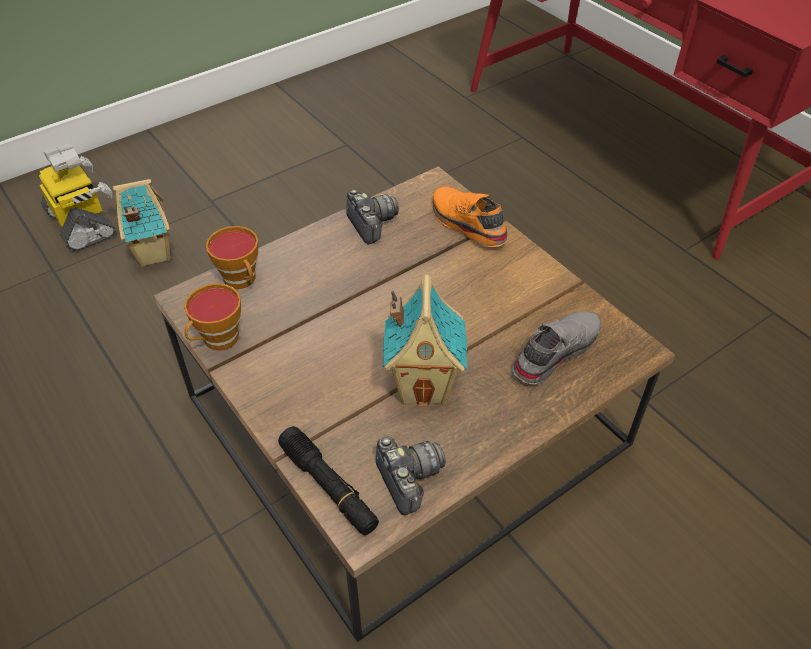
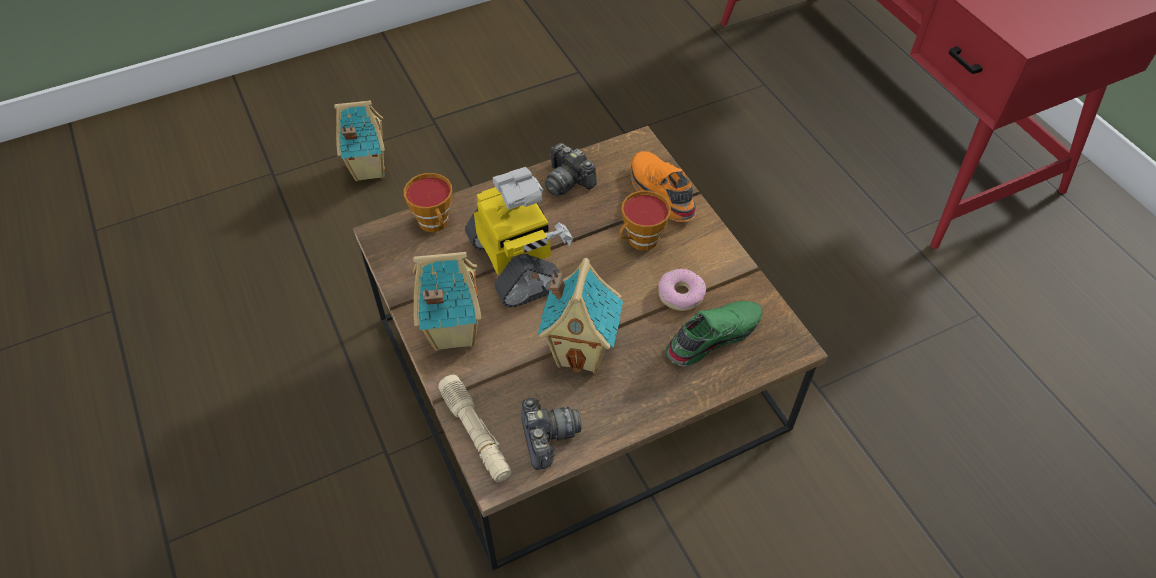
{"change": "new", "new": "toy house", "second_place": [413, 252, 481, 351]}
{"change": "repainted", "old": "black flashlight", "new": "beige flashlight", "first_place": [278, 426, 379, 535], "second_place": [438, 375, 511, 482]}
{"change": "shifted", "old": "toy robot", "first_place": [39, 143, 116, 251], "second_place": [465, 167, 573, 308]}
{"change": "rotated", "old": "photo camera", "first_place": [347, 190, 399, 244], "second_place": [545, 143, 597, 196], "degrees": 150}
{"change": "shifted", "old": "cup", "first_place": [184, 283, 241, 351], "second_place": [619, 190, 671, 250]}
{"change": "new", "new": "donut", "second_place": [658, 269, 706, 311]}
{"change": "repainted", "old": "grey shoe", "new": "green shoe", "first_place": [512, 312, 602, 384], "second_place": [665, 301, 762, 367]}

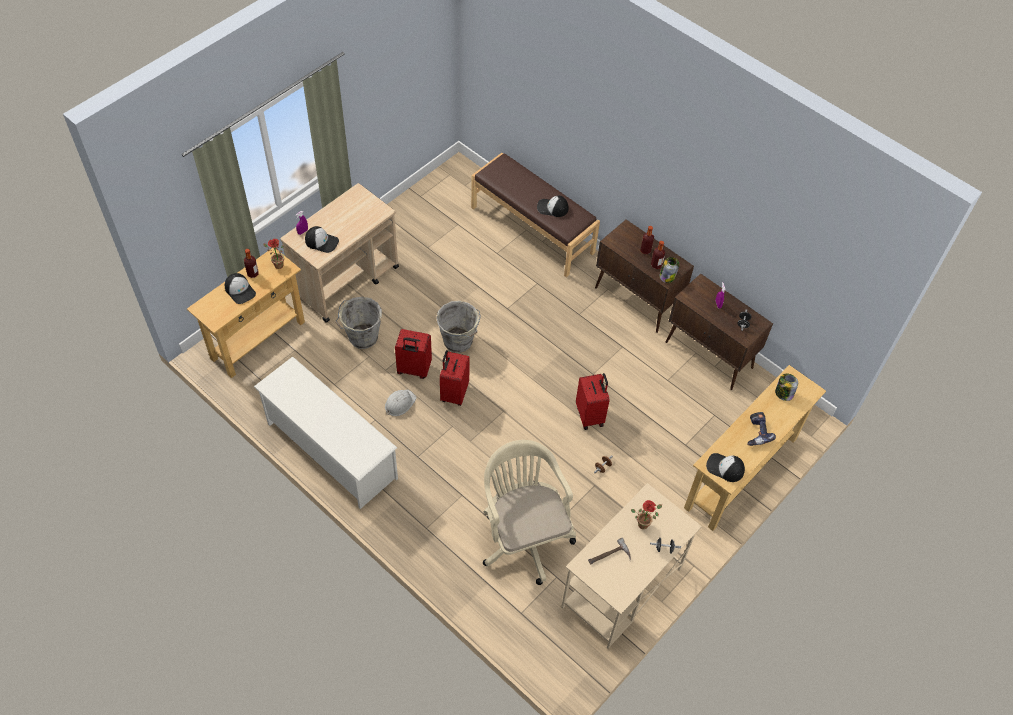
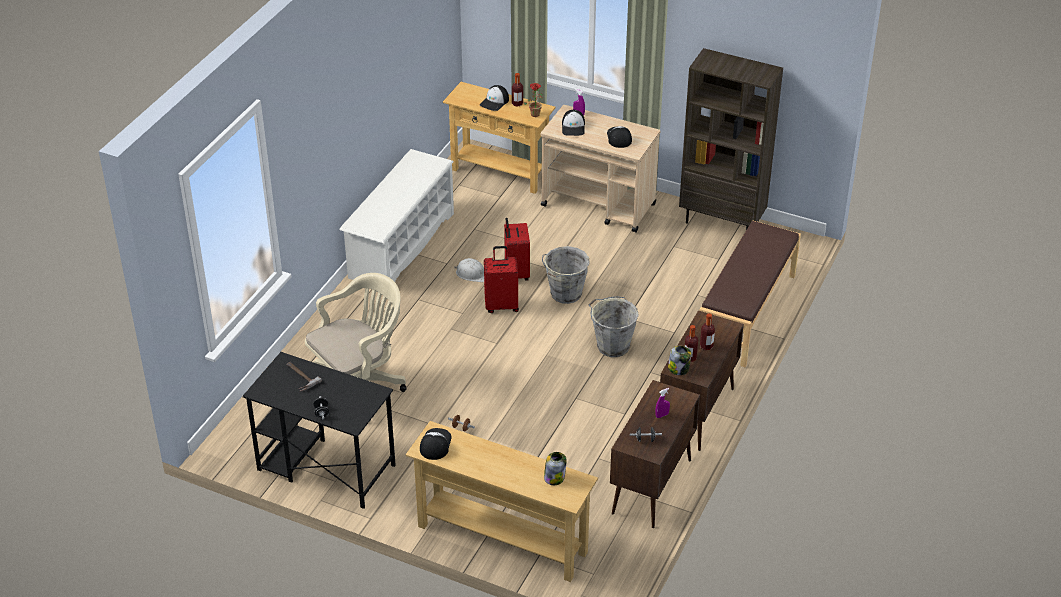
{"change": "repainted", "old": "beige desk", "new": "black desk", "first_place": [561, 483, 702, 649], "second_place": [243, 352, 396, 509]}
{"change": "shifted", "old": "grey bucket", "first_place": [336, 297, 382, 349], "second_place": [589, 296, 639, 357]}
{"change": "shifted", "old": "cap", "first_place": [537, 196, 569, 217], "second_place": [607, 126, 632, 148]}
{"change": "new", "new": "brown bookcase", "second_place": [679, 48, 783, 230]}
{"change": "gone", "old": "red suitcase", "first_place": [576, 373, 610, 430]}
{"change": "gone", "old": "potted plant", "first_place": [631, 500, 662, 529]}
{"change": "gone", "old": "power drill", "first_place": [747, 412, 776, 446]}

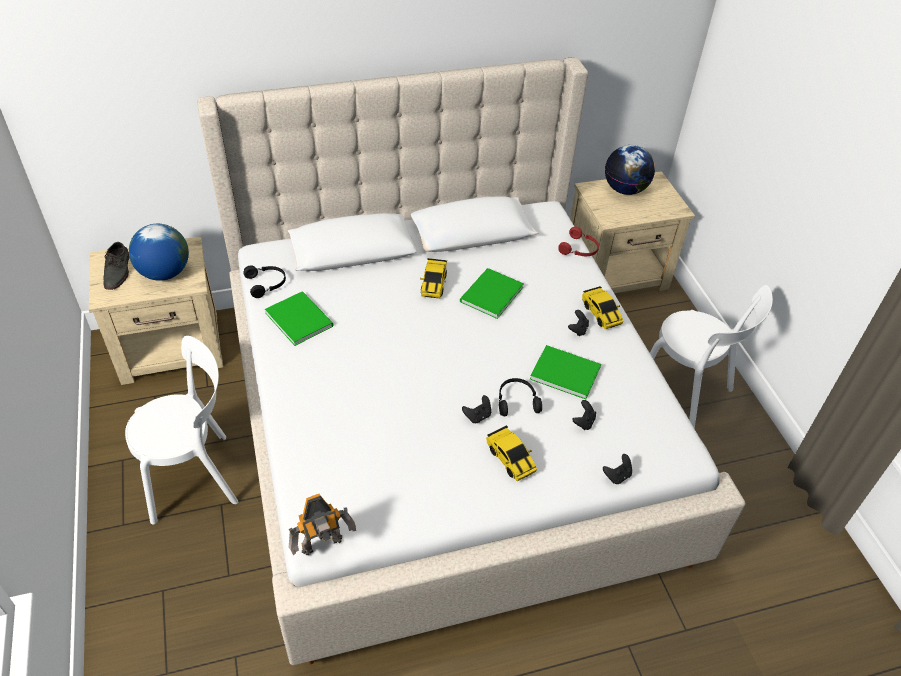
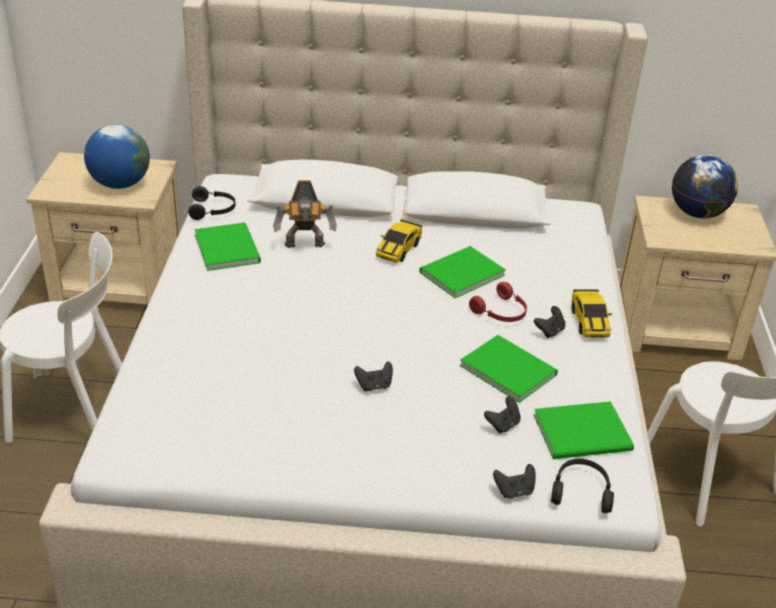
{"change": "shifted", "old": "toy robot", "first_place": [289, 494, 356, 555], "second_place": [273, 180, 337, 248]}
{"change": "shifted", "old": "red headphones", "first_place": [558, 226, 599, 256], "second_place": [469, 282, 527, 322]}
{"change": "new", "new": "green book", "second_place": [534, 401, 634, 459]}
{"change": "shifted", "old": "black headphones", "first_place": [499, 378, 542, 416], "second_place": [551, 459, 614, 513]}
{"change": "gone", "old": "grey shoe", "first_place": [104, 242, 129, 290]}
{"change": "gone", "old": "toy car", "first_place": [486, 425, 537, 481]}

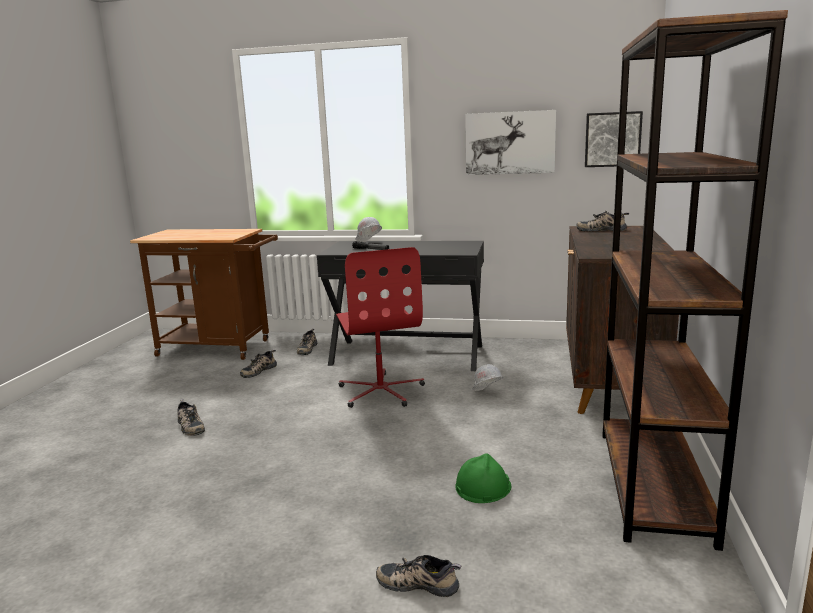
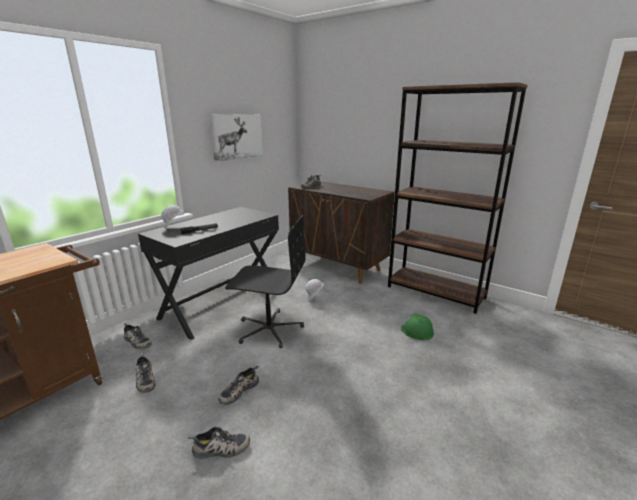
{"change": "shifted", "old": "shoe", "first_place": [376, 555, 461, 597], "second_place": [218, 365, 259, 405]}
{"change": "repainted", "old": "red office chair", "new": "black office chair", "first_place": [336, 247, 425, 408], "second_place": [225, 215, 305, 348]}
{"change": "gone", "old": "picture", "first_place": [585, 111, 643, 167]}

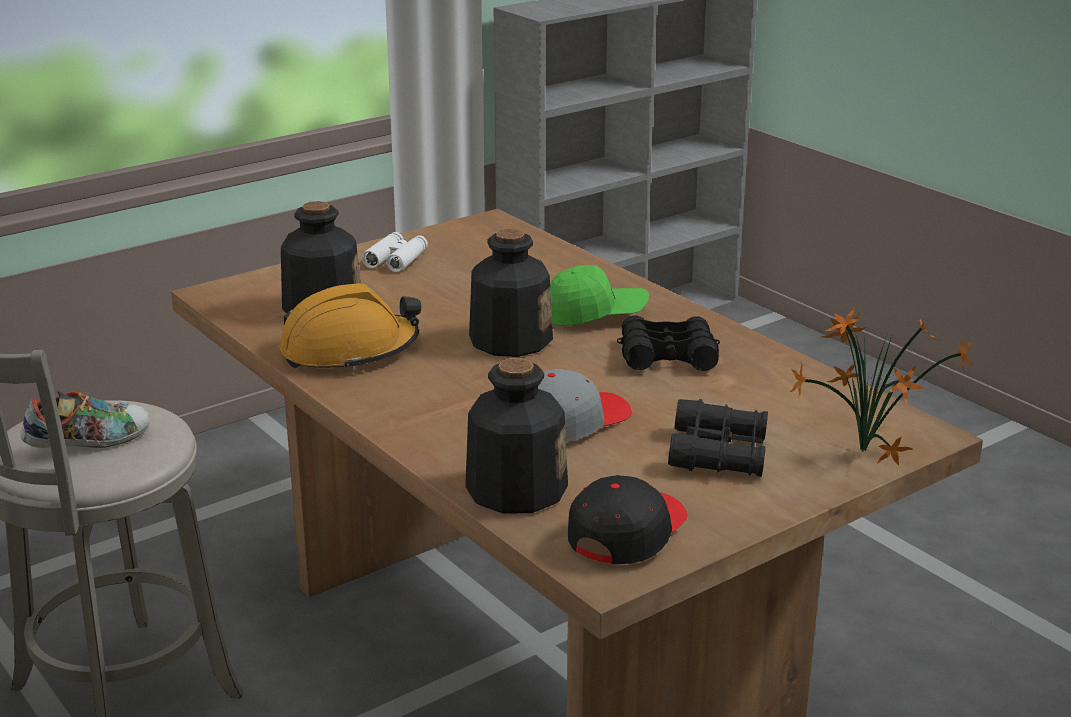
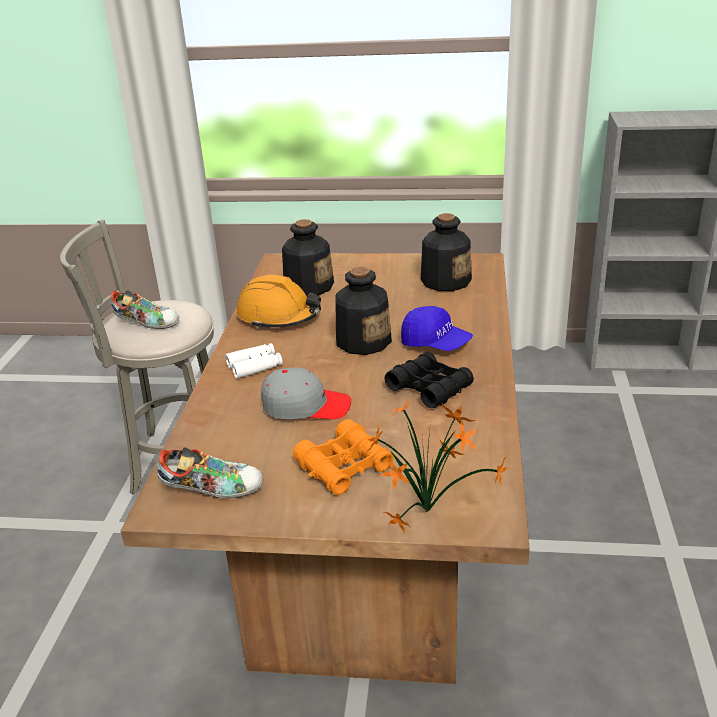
{"change": "swapped", "old": "black cap", "new": "shoe", "first_place": [568, 475, 687, 564], "second_place": [157, 447, 263, 498]}
{"change": "shifted", "old": "white binoculars", "first_place": [362, 232, 428, 272], "second_place": [225, 343, 283, 378]}
{"change": "repainted", "old": "black binoculars", "new": "orange binoculars", "first_place": [668, 399, 768, 477], "second_place": [293, 419, 394, 495]}
{"change": "repainted", "old": "green cap", "new": "blue cap", "first_place": [550, 265, 649, 326], "second_place": [401, 306, 473, 351]}
{"change": "shifted", "old": "bottle", "first_place": [465, 358, 568, 514], "second_place": [421, 213, 472, 291]}

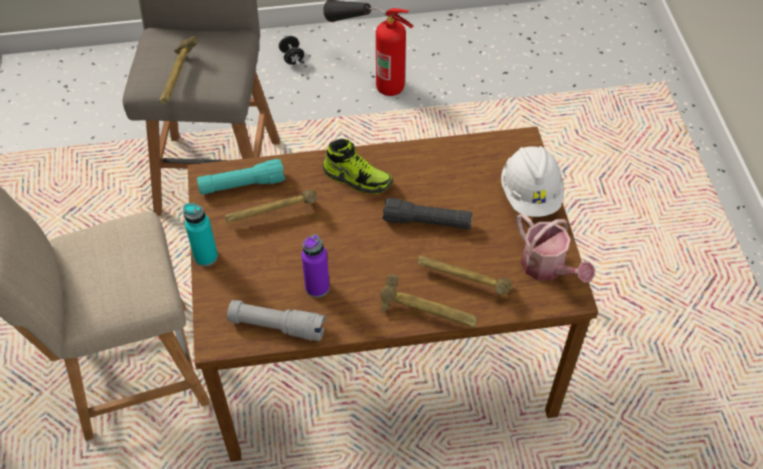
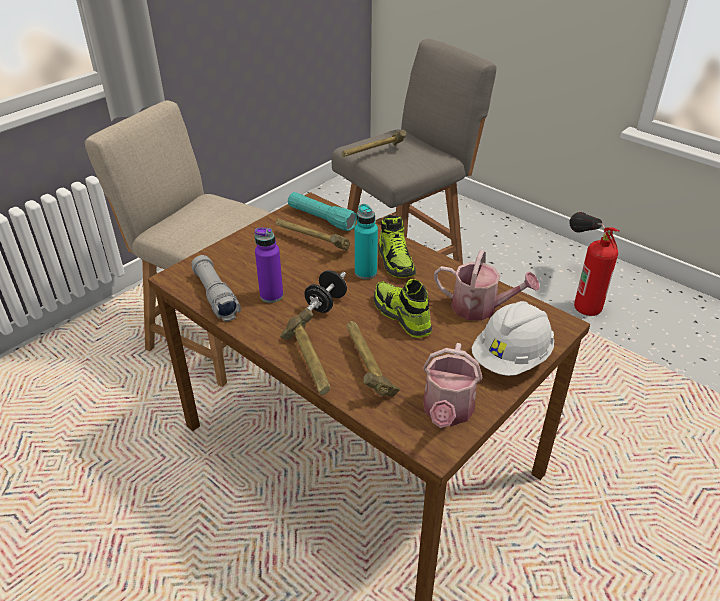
{"change": "shifted", "old": "black dumbbell", "first_place": [279, 34, 304, 66], "second_place": [304, 270, 347, 313]}
{"change": "shifted", "old": "turquoise bottle", "first_place": [183, 203, 218, 266], "second_place": [355, 204, 378, 279]}
{"change": "swapped", "old": "black flashlight", "new": "shoe", "first_place": [382, 198, 472, 229], "second_place": [374, 279, 432, 338]}
{"change": "new", "new": "watering can", "second_place": [434, 250, 540, 321]}

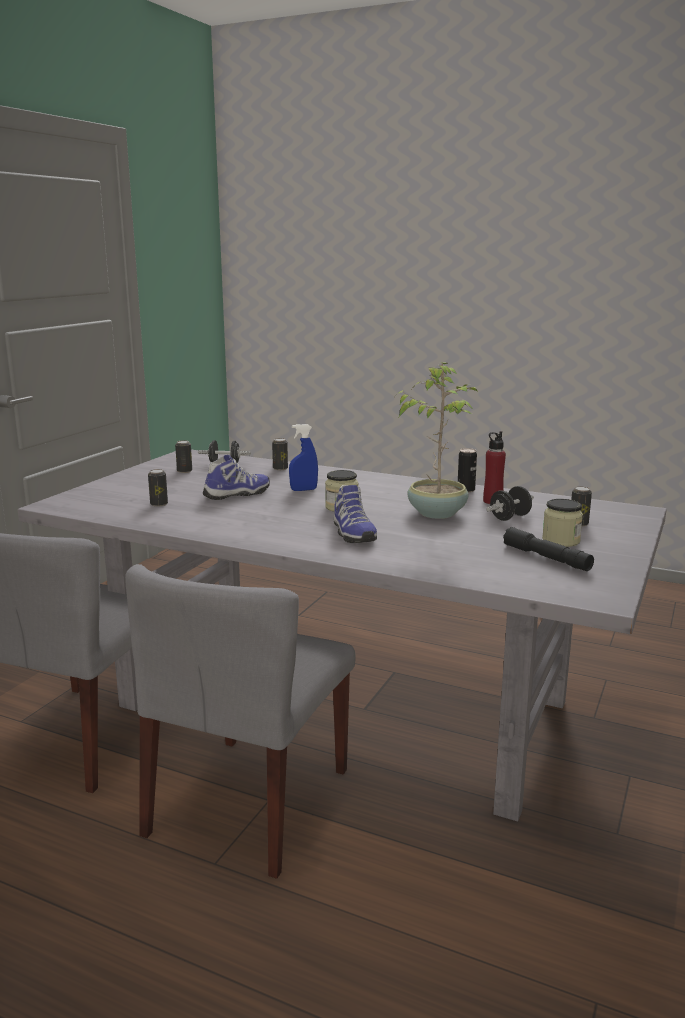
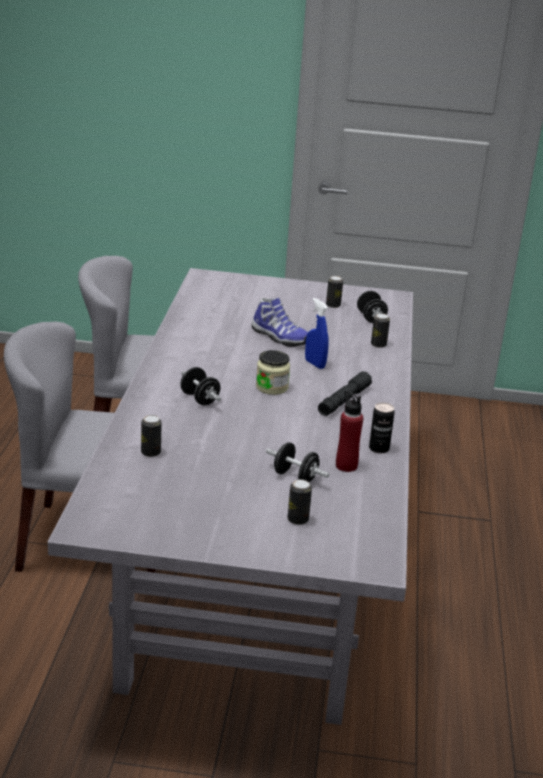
{"change": "shifted", "old": "can", "first_place": [148, 469, 168, 507], "second_place": [141, 415, 162, 457]}
{"change": "swapped", "old": "shoe", "new": "black dumbbell", "first_place": [334, 485, 377, 543], "second_place": [180, 367, 221, 405]}
{"change": "shifted", "old": "black flashlight", "first_place": [503, 527, 594, 571], "second_place": [318, 371, 372, 416]}
{"change": "gone", "old": "potted plant", "first_place": [396, 362, 478, 519]}
{"change": "gone", "old": "jar", "first_place": [542, 499, 583, 547]}

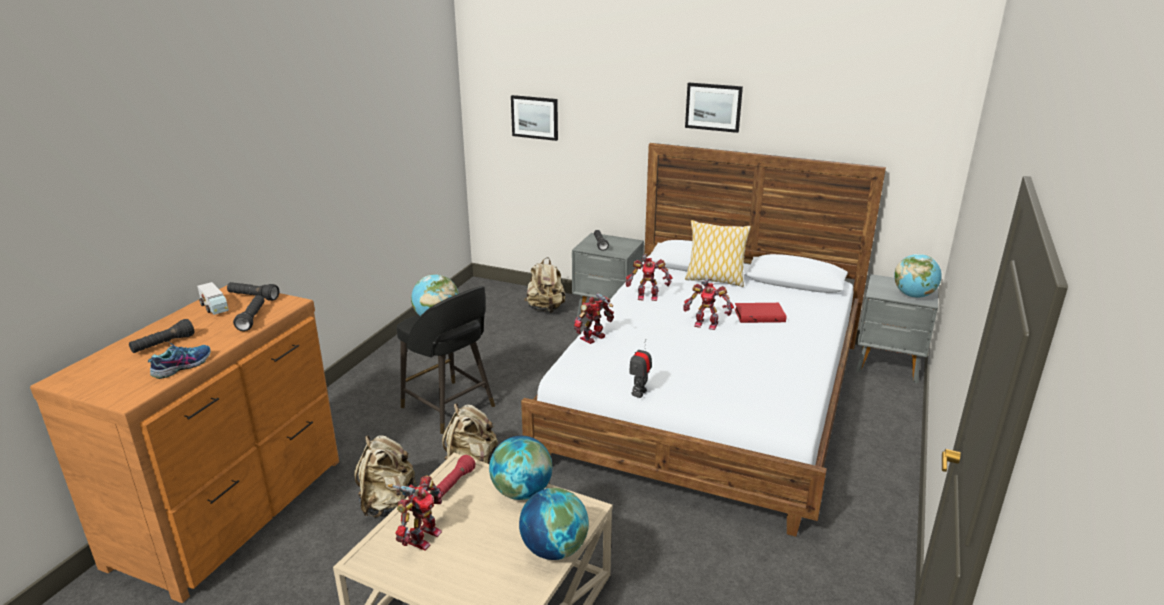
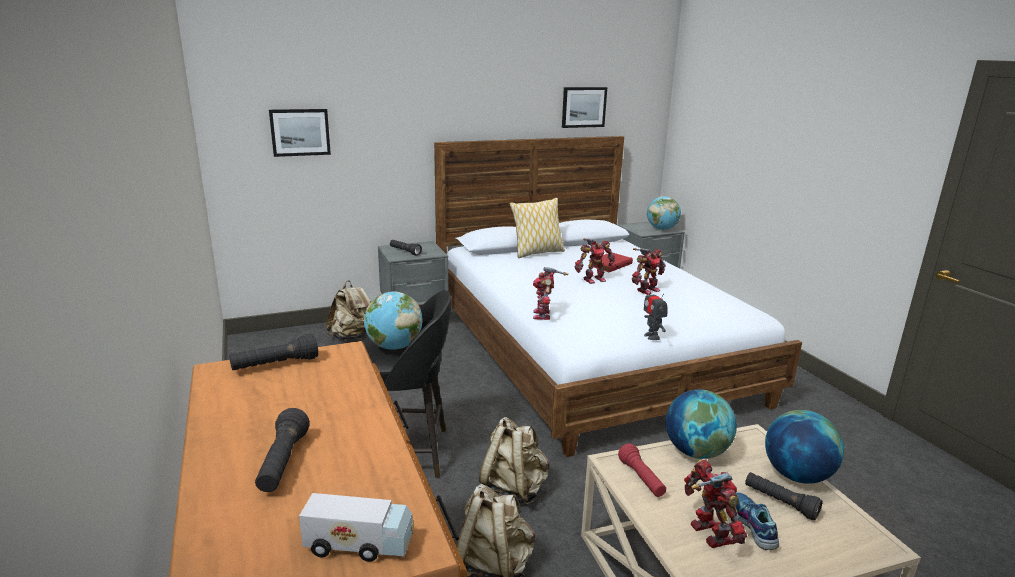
{"change": "shifted", "old": "toy truck", "first_place": [197, 282, 229, 315], "second_place": [299, 493, 413, 562]}
{"change": "shifted", "old": "picture", "first_place": [685, 83, 743, 133], "second_place": [562, 87, 607, 128]}
{"change": "shifted", "old": "toy robot", "first_place": [626, 253, 673, 301], "second_place": [632, 248, 666, 295]}
{"change": "shifted", "old": "shoe", "first_place": [148, 342, 211, 379], "second_place": [735, 493, 779, 550]}
{"change": "shifted", "old": "black flashlight", "first_place": [233, 295, 265, 331], "second_place": [745, 472, 823, 520]}

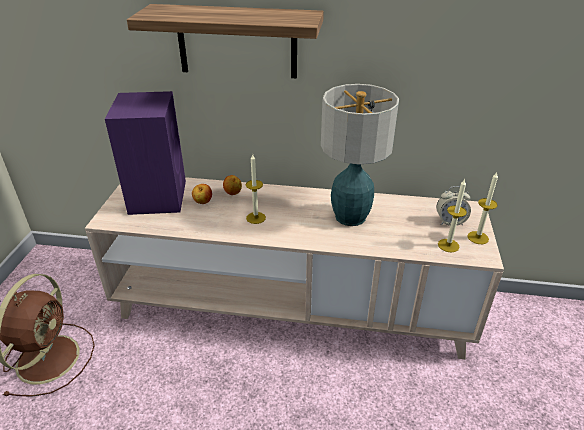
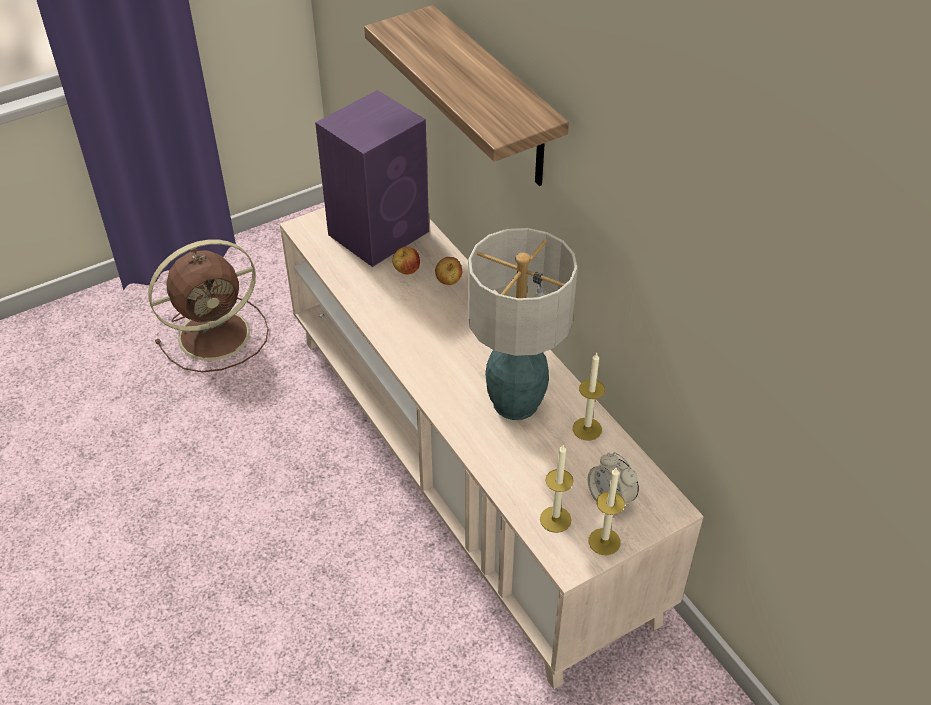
{"change": "shifted", "old": "candle", "first_place": [246, 153, 266, 224], "second_place": [573, 352, 605, 441]}

